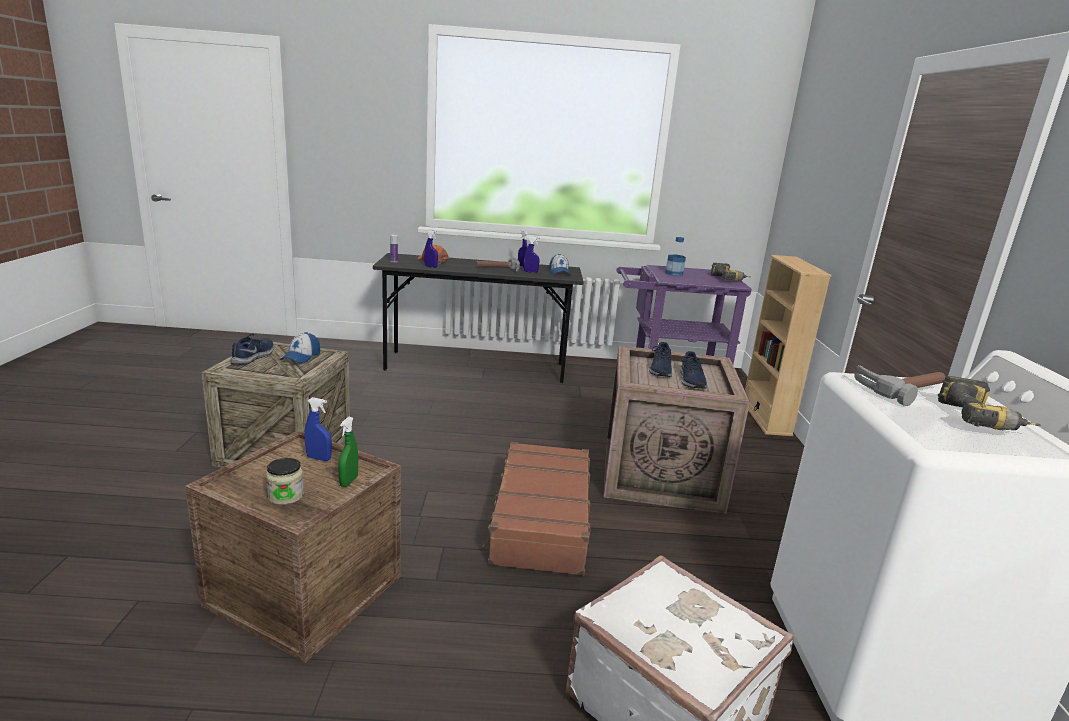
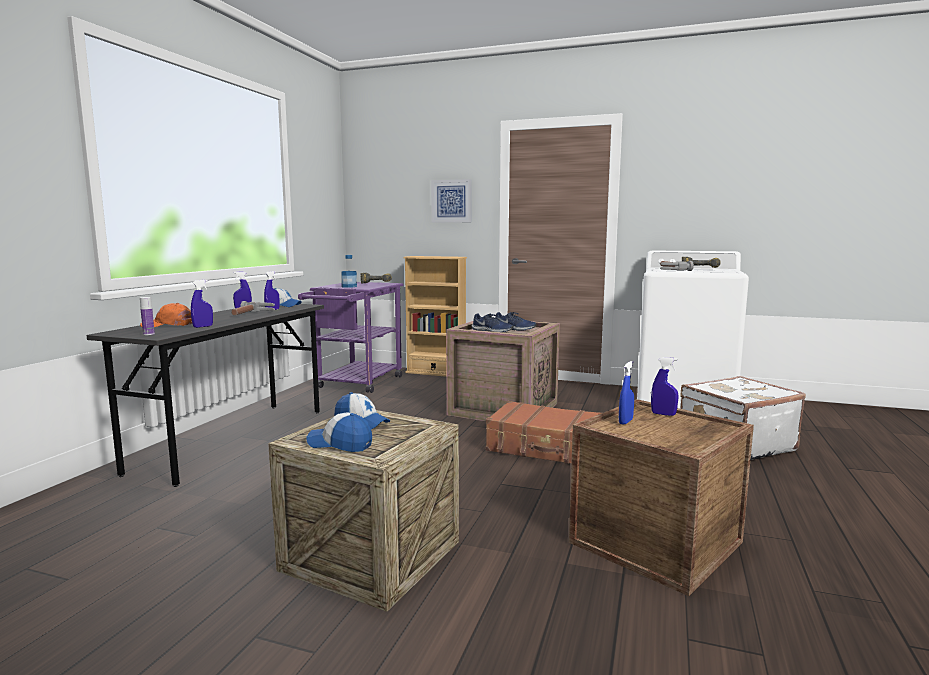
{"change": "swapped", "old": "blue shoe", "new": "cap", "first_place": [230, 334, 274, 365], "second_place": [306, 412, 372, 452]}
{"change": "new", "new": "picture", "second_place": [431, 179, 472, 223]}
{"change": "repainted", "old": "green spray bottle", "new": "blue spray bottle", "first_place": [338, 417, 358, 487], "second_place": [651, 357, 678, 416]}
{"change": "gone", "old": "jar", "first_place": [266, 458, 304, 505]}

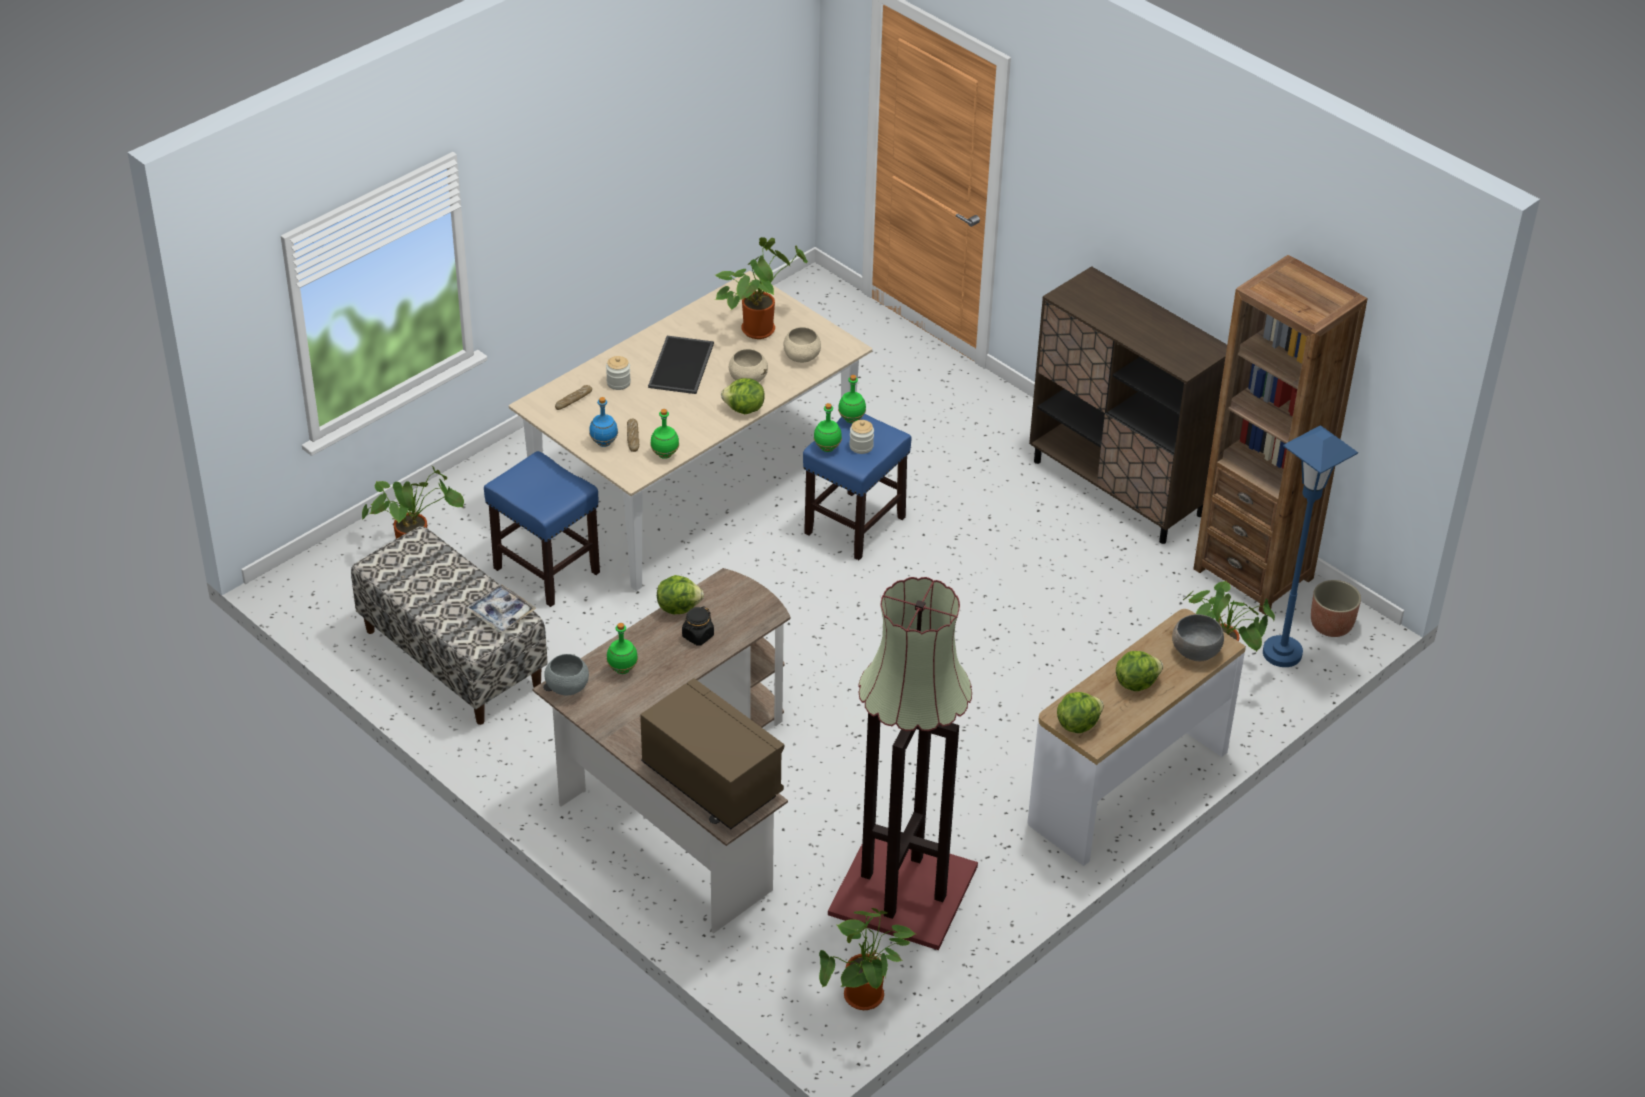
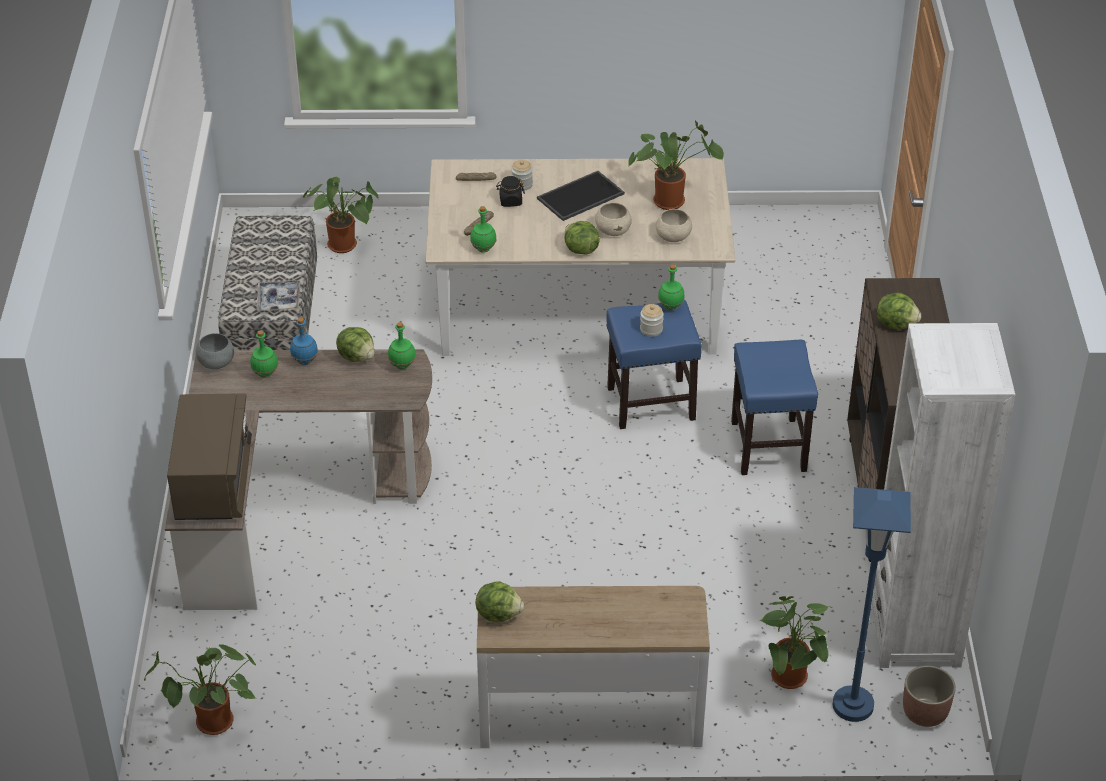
{"change": "shifted", "old": "blue bottle", "first_place": [589, 397, 618, 447], "second_place": [290, 318, 318, 365]}
{"change": "shifted", "old": "green bottle", "first_place": [814, 403, 842, 452], "second_place": [388, 322, 416, 370]}
{"change": "shifted", "old": "black jar", "first_place": [682, 606, 714, 646], "second_place": [496, 176, 525, 207]}
{"change": "shifted", "old": "blue stool", "first_place": [484, 451, 600, 607], "second_place": [731, 340, 818, 475]}
{"change": "repainted", "old": "brown bookcase", "new": "white bookcase", "first_place": [1193, 255, 1368, 615], "second_place": [872, 323, 1015, 668]}
{"change": "shifted", "old": "lettuce", "first_place": [1116, 651, 1163, 691], "second_place": [877, 293, 921, 330]}
{"change": "gone", "old": "floor lamp", "first_place": [828, 577, 978, 950]}
{"change": "gone", "old": "grey bowl", "first_place": [1172, 614, 1224, 661]}

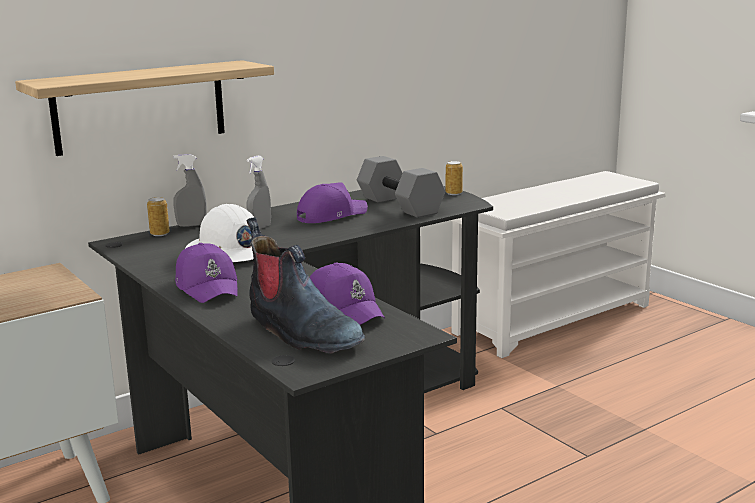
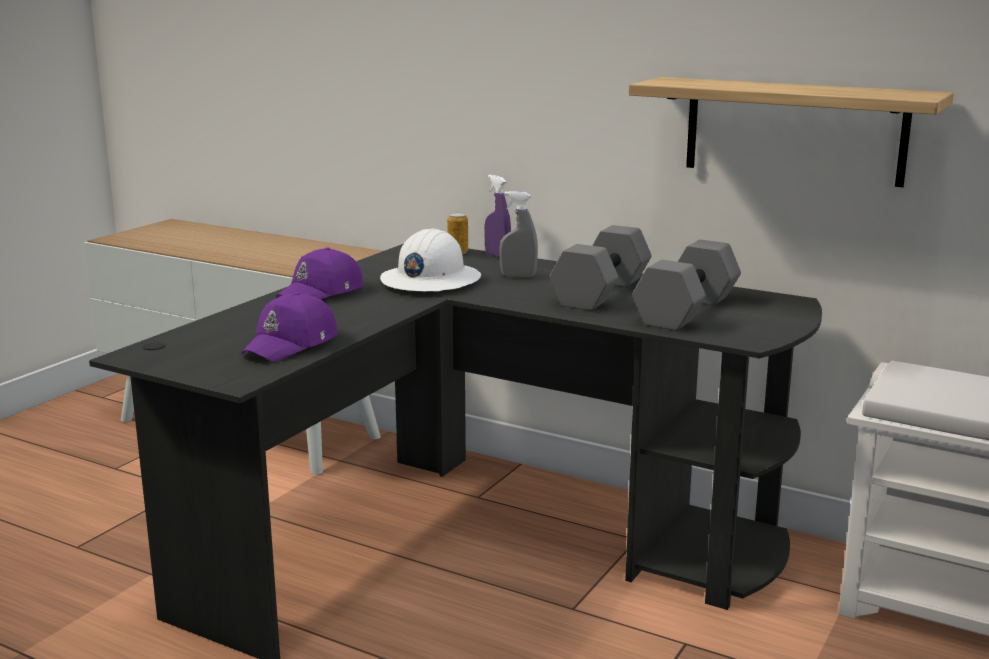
{"change": "repainted", "old": "grey spray bottle", "new": "purple spray bottle", "first_place": [173, 154, 207, 227], "second_place": [484, 175, 511, 258]}
{"change": "swapped", "old": "purple cap", "new": "grey dumbbell", "first_place": [297, 182, 368, 223], "second_place": [550, 225, 652, 310]}
{"change": "shifted", "old": "shelf", "first_place": [15, 60, 274, 156], "second_place": [629, 77, 954, 187]}
{"change": "gone", "old": "boot", "first_place": [247, 217, 365, 353]}
{"change": "gone", "old": "can", "first_place": [446, 161, 463, 195]}

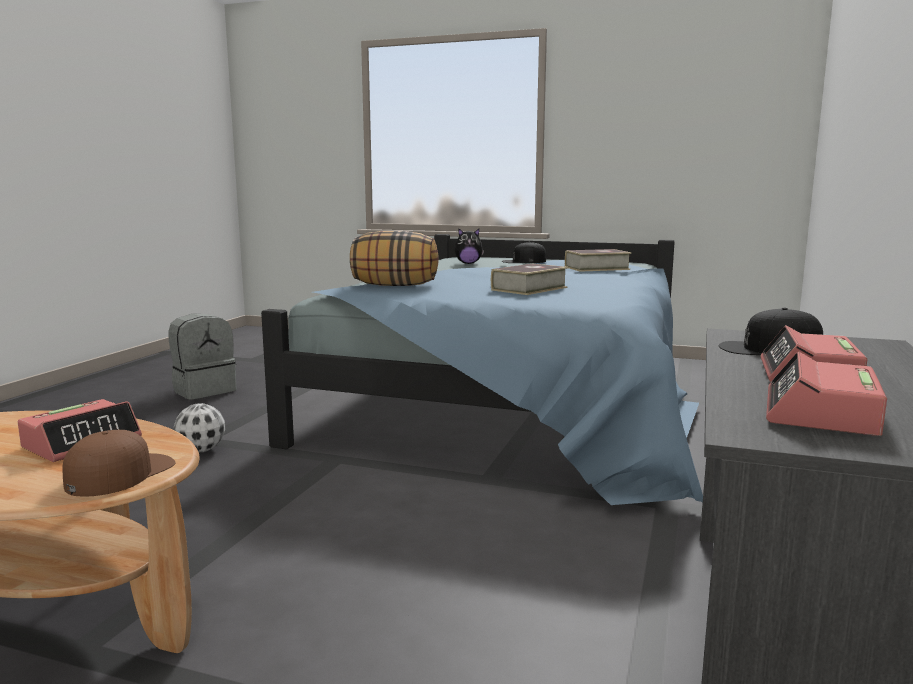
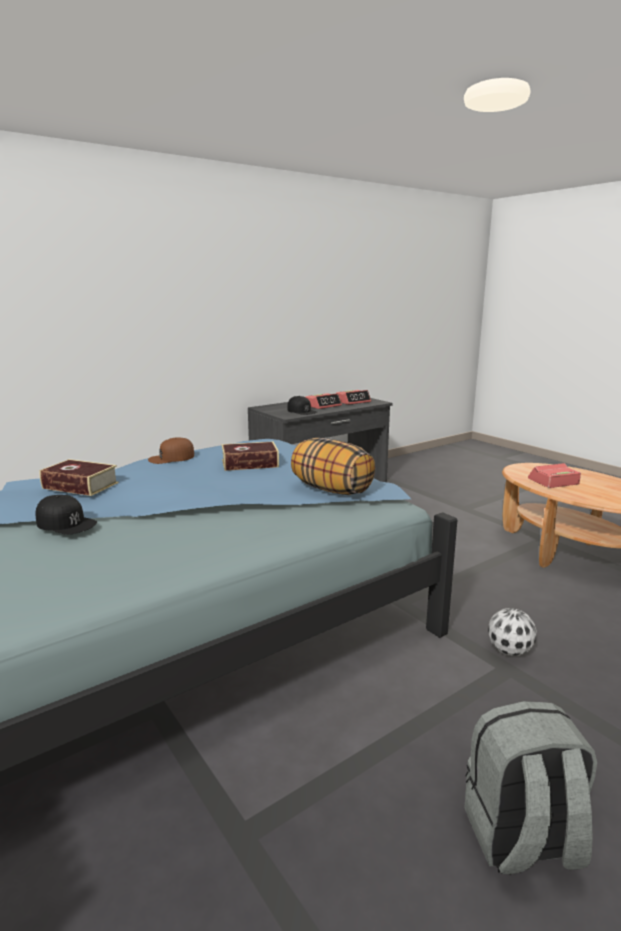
{"change": "shifted", "old": "brown cap", "first_place": [63, 430, 175, 497], "second_place": [148, 437, 194, 464]}
{"change": "gone", "old": "plush toy", "first_place": [455, 229, 484, 264]}

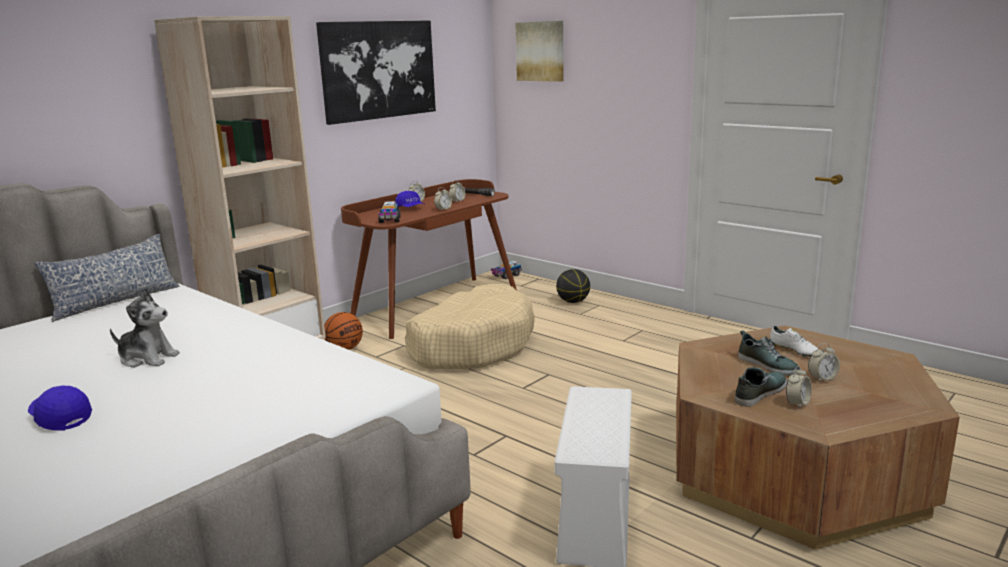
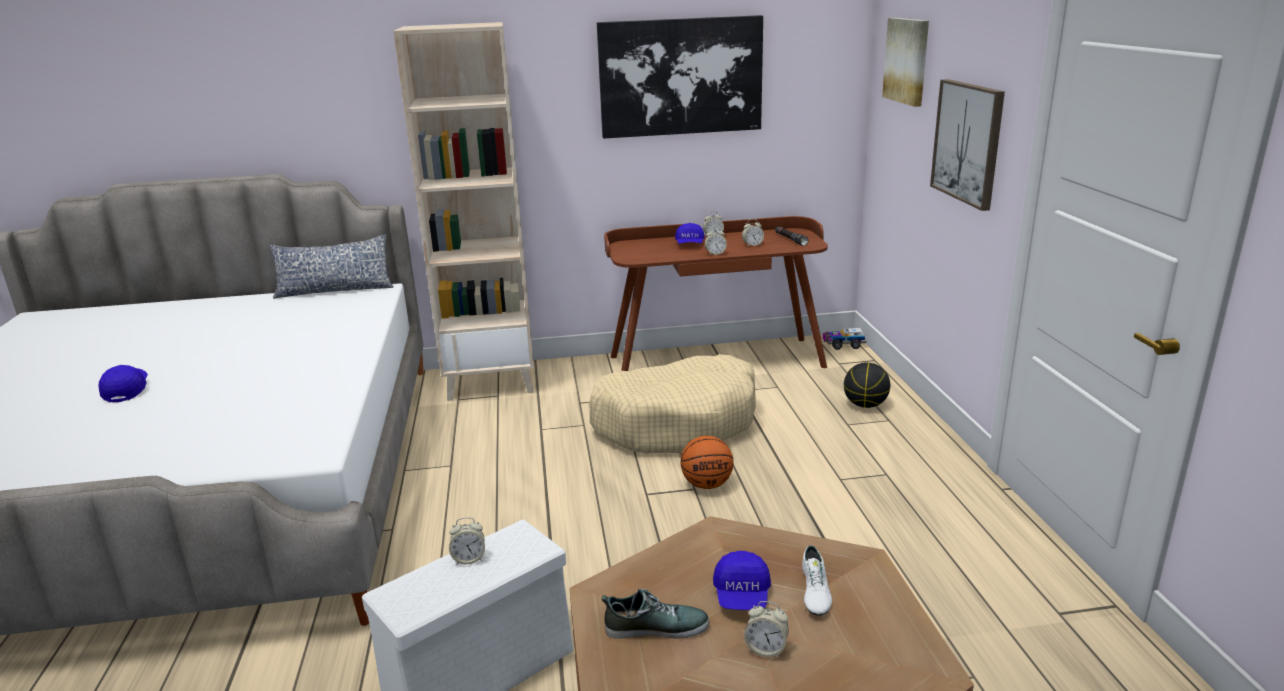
{"change": "shifted", "old": "alarm clock", "first_place": [786, 366, 812, 409], "second_place": [449, 517, 485, 564]}
{"change": "shifted", "old": "basketball", "first_place": [324, 312, 363, 350], "second_place": [681, 436, 733, 489]}
{"change": "swapped", "old": "shoe", "new": "blue cap", "first_place": [738, 330, 800, 376], "second_place": [713, 551, 771, 610]}
{"change": "new", "new": "picture", "second_place": [930, 79, 1005, 211]}
{"change": "gone", "old": "plush toy", "first_place": [110, 288, 180, 368]}
{"change": "gone", "old": "toy truck", "first_place": [378, 201, 401, 223]}

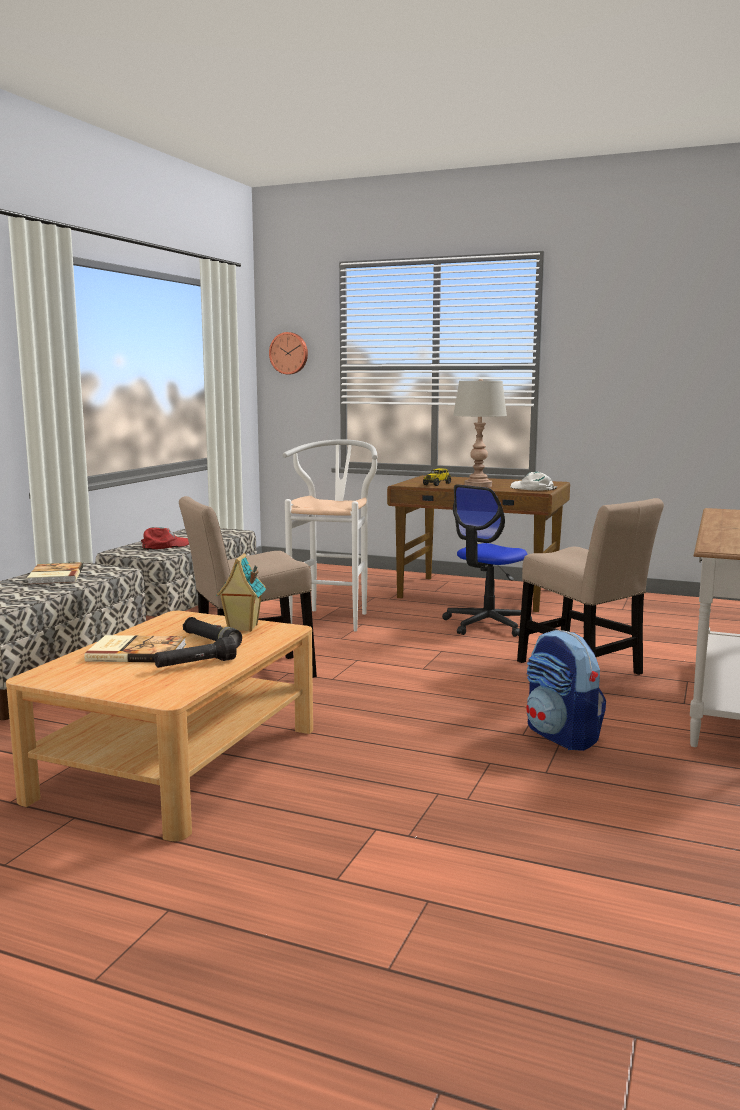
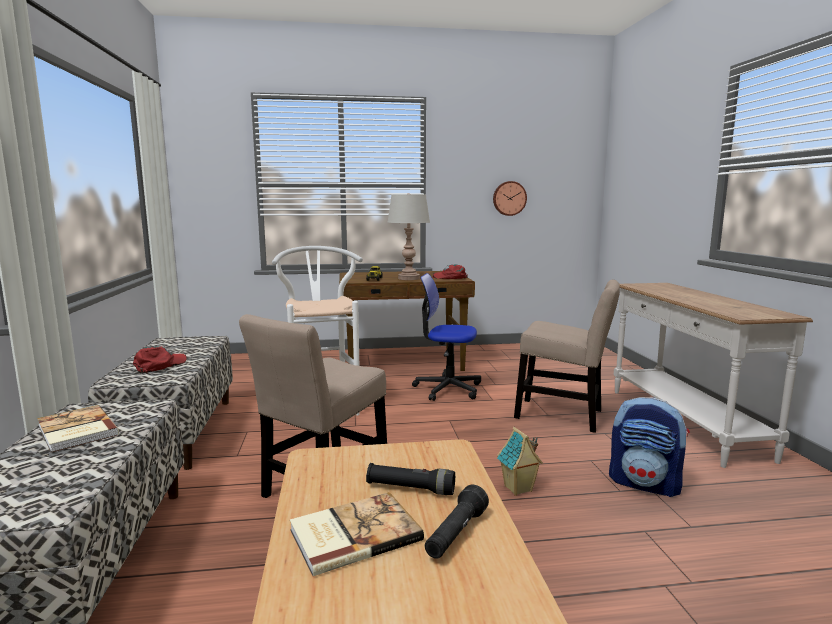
{"change": "rotated", "old": "office chair", "first_place": [442, 484, 532, 637], "second_place": [412, 273, 481, 401], "degrees": 90}
{"change": "repainted", "old": "white cap", "new": "red cap", "first_place": [510, 472, 557, 491], "second_place": [432, 264, 468, 279]}
{"change": "shifted", "old": "wall clock", "first_place": [269, 332, 308, 374], "second_place": [493, 181, 527, 216]}
{"change": "shifted", "old": "toy house", "first_place": [216, 553, 266, 632], "second_place": [497, 427, 543, 496]}

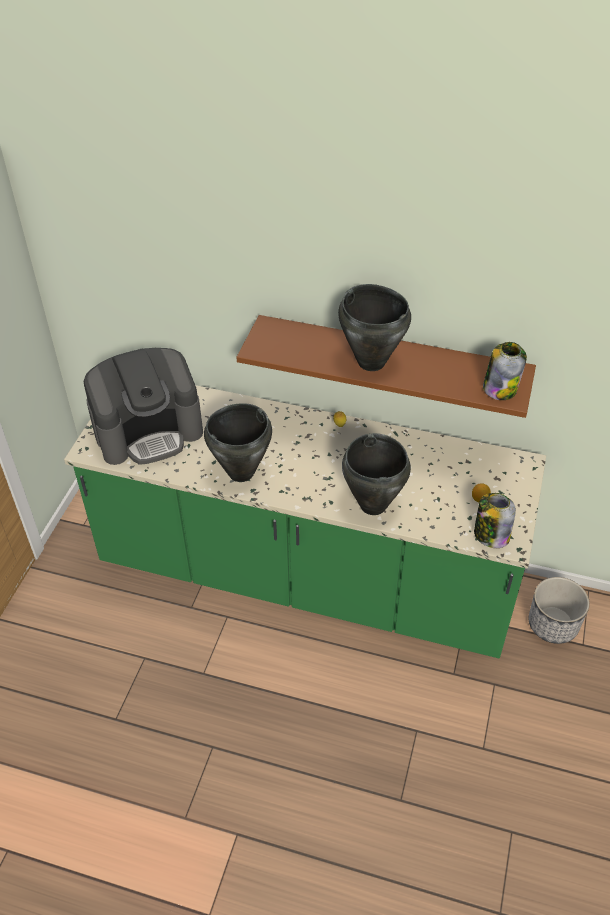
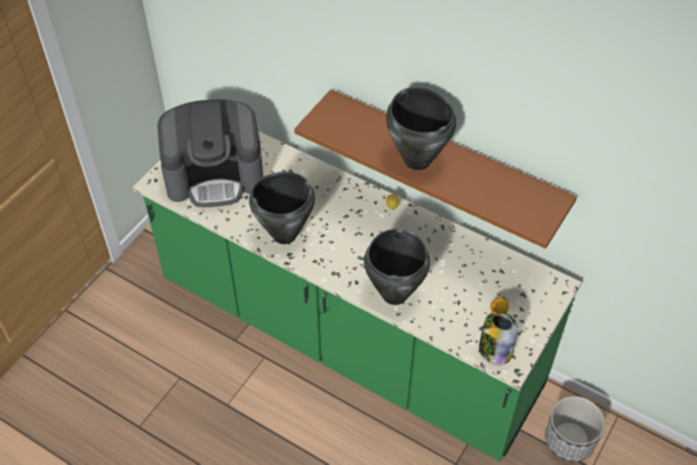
{"change": "gone", "old": "jar", "first_place": [483, 342, 527, 400]}

